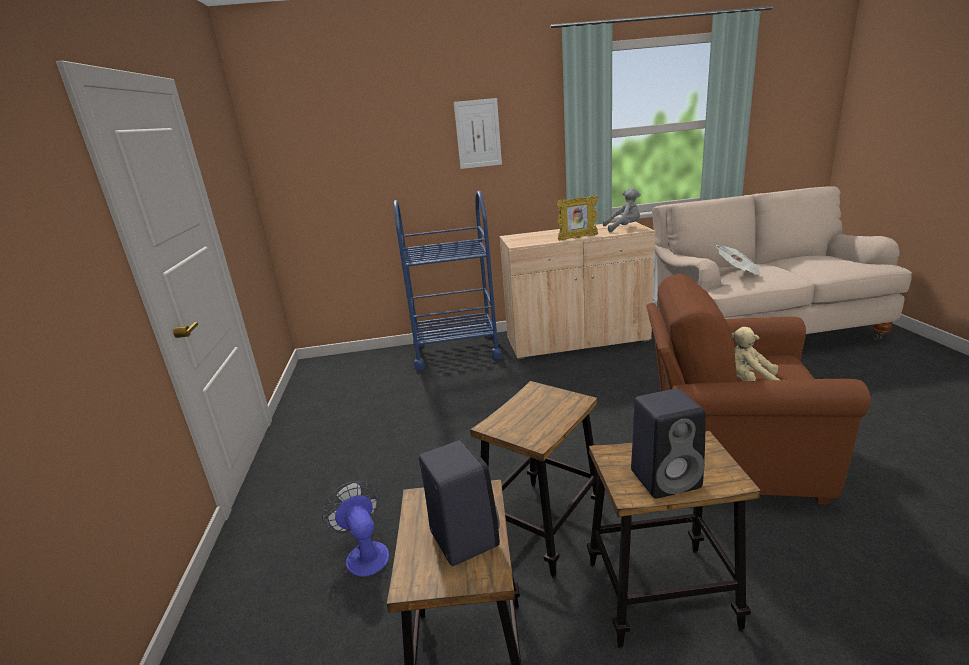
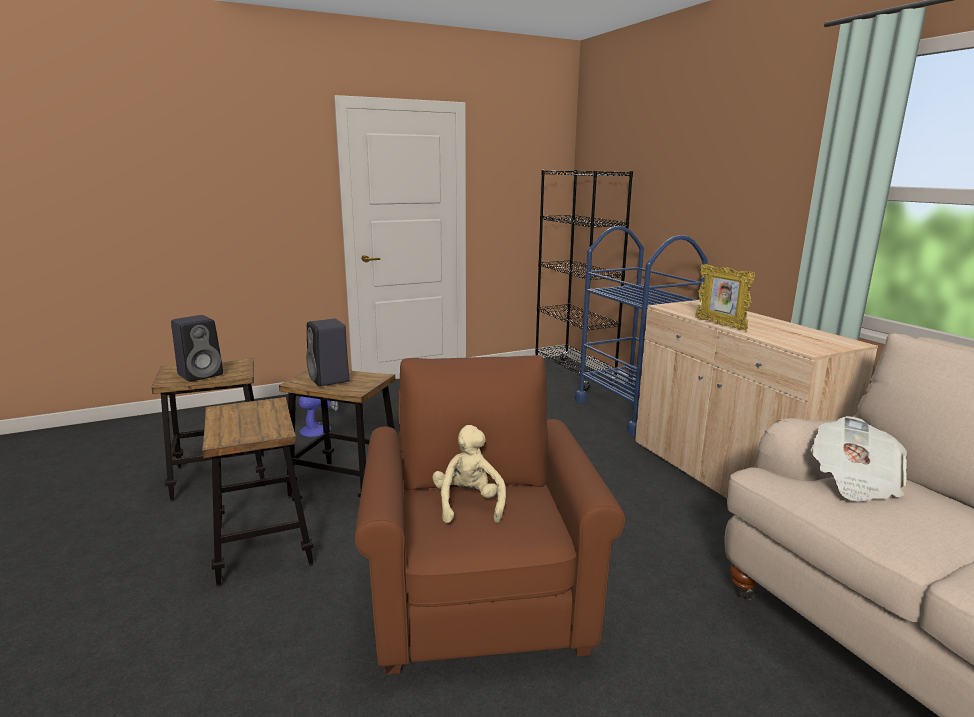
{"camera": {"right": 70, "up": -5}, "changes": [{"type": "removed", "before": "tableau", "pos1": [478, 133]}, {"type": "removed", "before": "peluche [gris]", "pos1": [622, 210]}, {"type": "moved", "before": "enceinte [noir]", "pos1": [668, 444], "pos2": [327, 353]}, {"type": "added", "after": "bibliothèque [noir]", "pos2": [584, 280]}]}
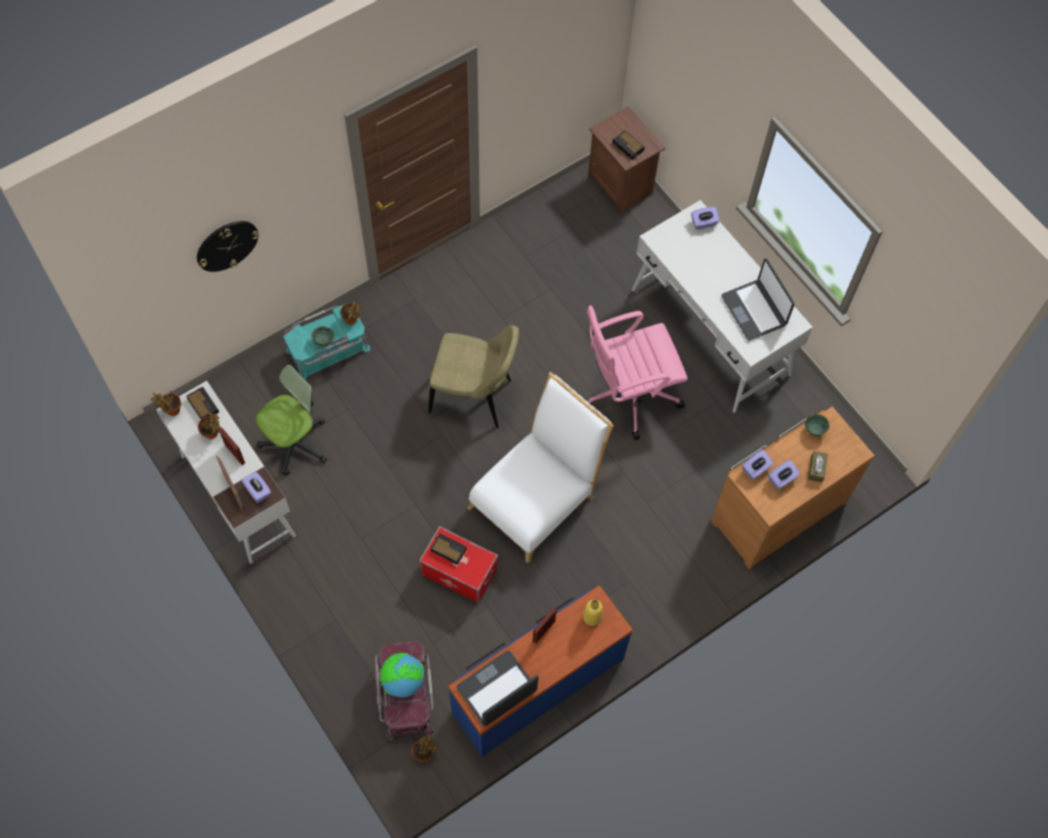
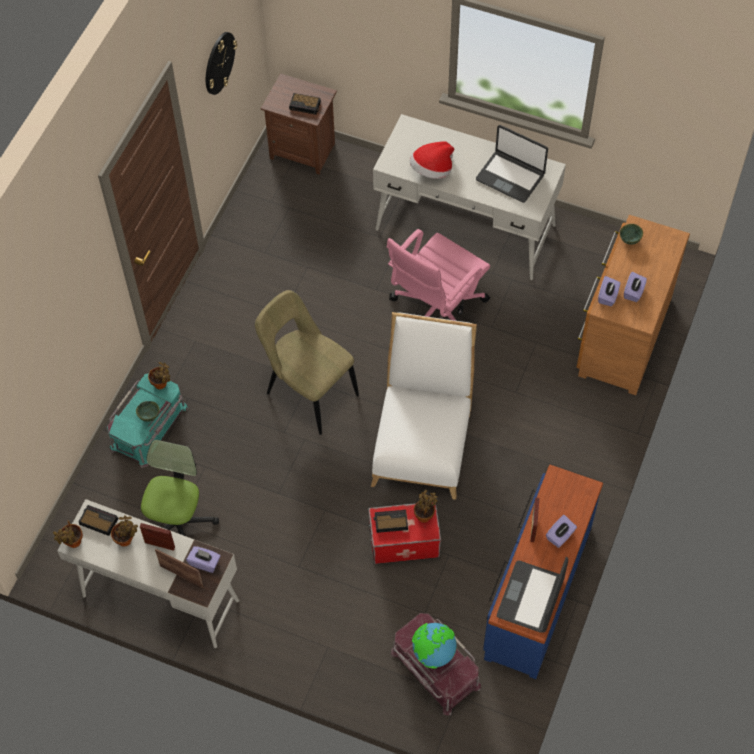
{"camera": {"right": -30, "up": -5}, "changes": [{"type": "moved", "before": "boîte à mouchoirs [violet]", "pos1": [705, 218], "pos2": [561, 531]}, {"type": "moved", "before": "horloge murale", "pos1": [228, 246], "pos2": [221, 63]}, {"type": "turned", "before": "chaise [beige]", "pos1": [473, 376], "pos2": [307, 362], "turn": -120}, {"type": "removed", "before": "boîte à mouchoirs [marron]", "pos1": [818, 466]}, {"type": "removed", "before": "bouteille [jaune]", "pos1": [593, 613]}, {"type": "moved", "before": "plante en pot", "pos1": [425, 749], "pos2": [426, 506]}, {"type": "added", "after": "chapeau", "pos2": [432, 160]}]}
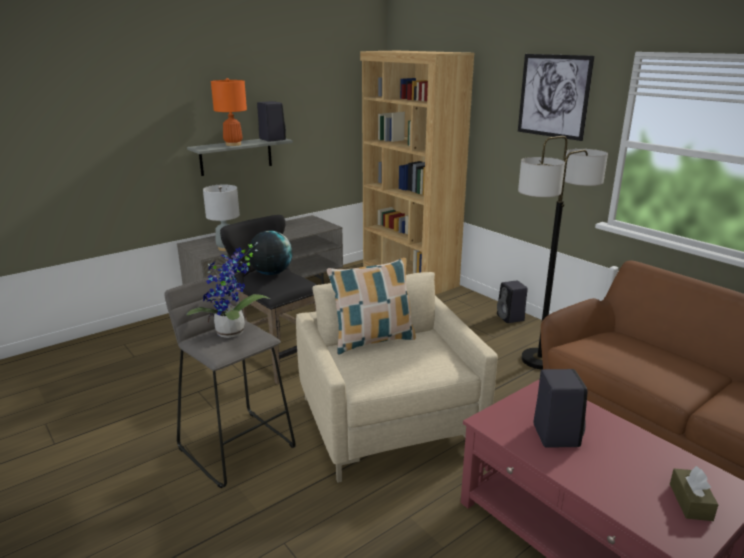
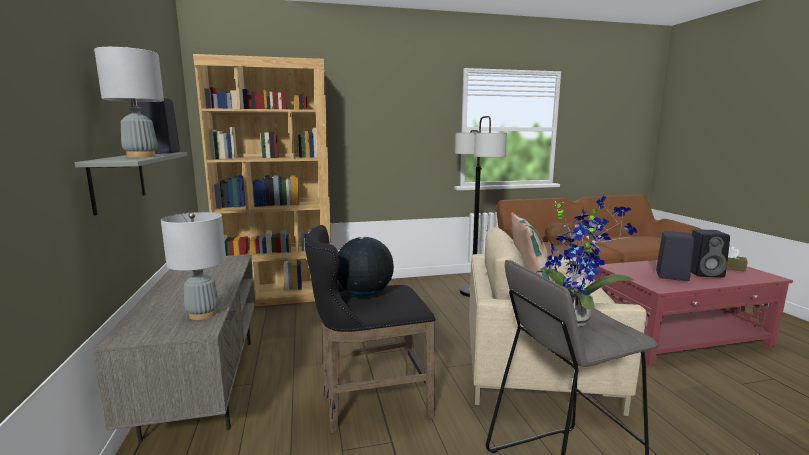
{"camera": {"right": -65, "up": -10}, "changes": [{"type": "removed", "before": "tableau", "pos1": [556, 97]}, {"type": "recoloured", "before": "lampe de table [orange]", "after": "lampe de table [gris]", "pos1": [229, 112], "pos2": [129, 102]}, {"type": "moved", "before": "enceinte [noir]", "pos1": [512, 301], "pos2": [710, 253]}, {"type": "added", "after": "peluche [marron]", "pos2": [560, 234]}]}
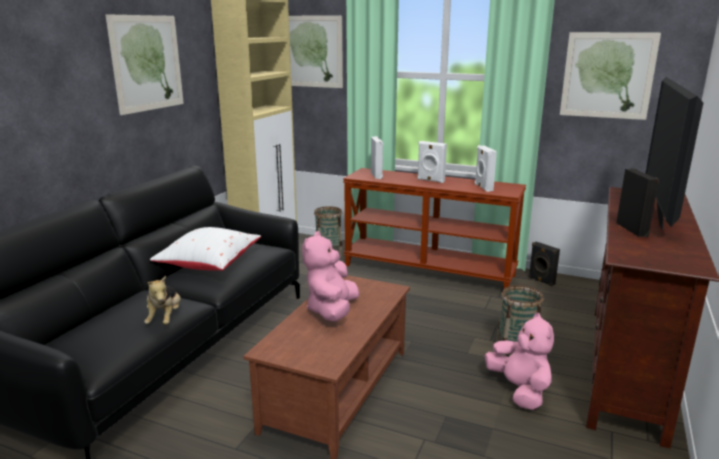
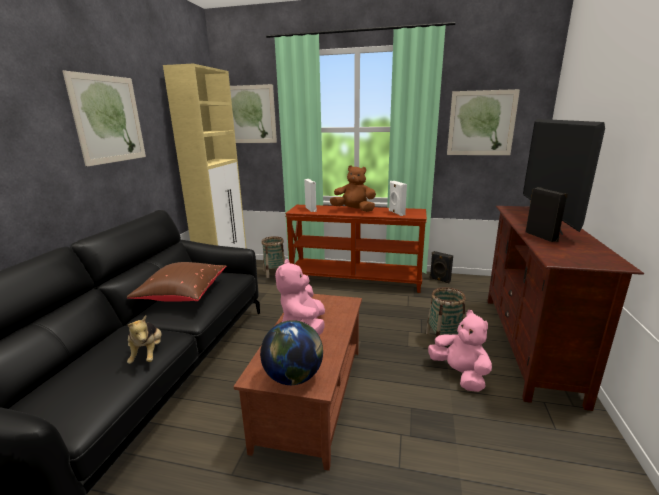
{"camera": {"right": -10, "up": 0}, "changes": [{"type": "replaced", "before": "enceinte [blanc]", "after": "peluche [marron]", "pos1": [432, 162], "pos2": [353, 188]}, {"type": "recoloured", "before": "coussin [blanc]", "after": "coussin [marron]", "pos1": [205, 249], "pos2": [176, 282]}, {"type": "added", "after": "globe", "pos2": [291, 352]}]}
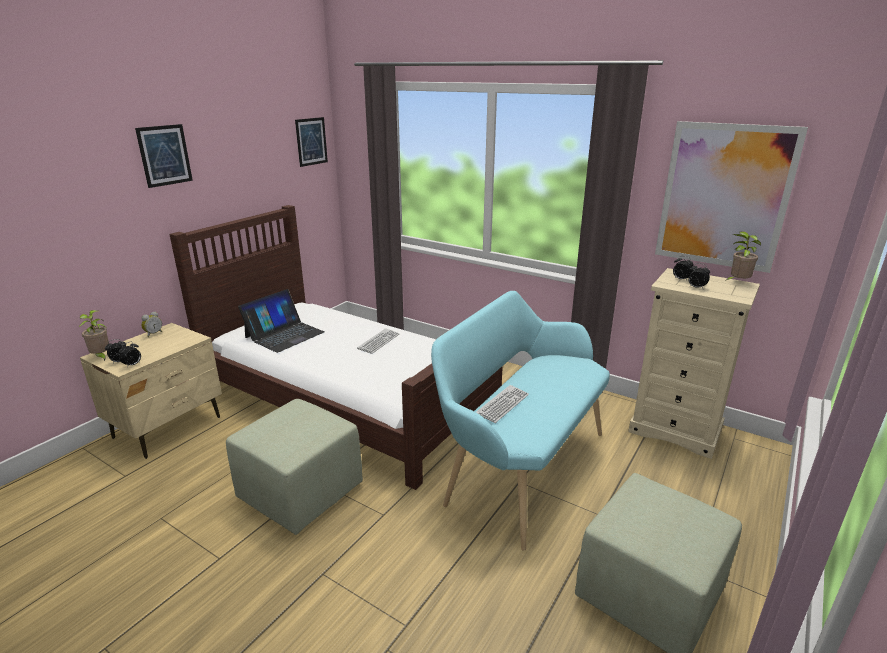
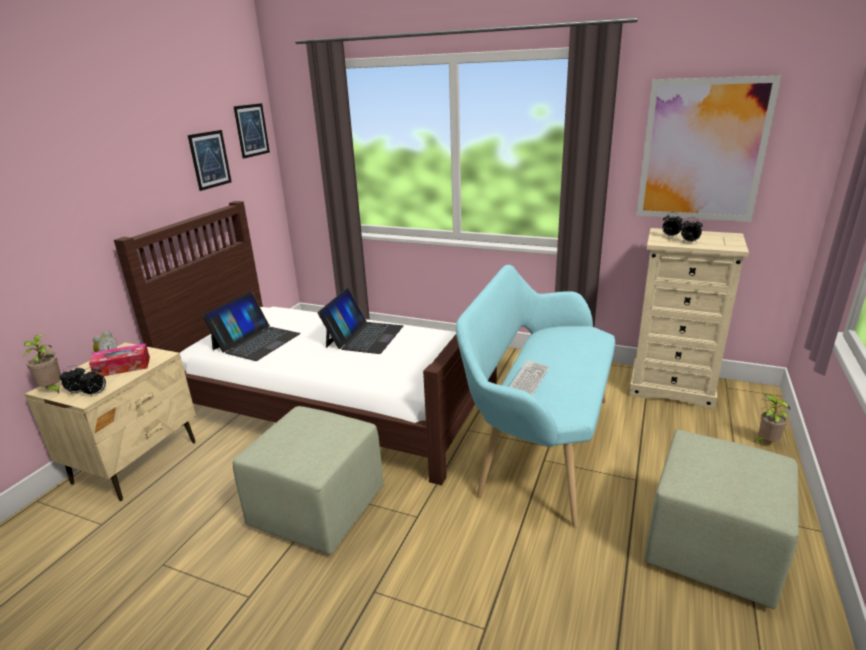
{"camera": {"right": -10, "up": 0}, "changes": [{"type": "moved", "before": "tableau", "pos1": [164, 156], "pos2": [210, 160]}, {"type": "moved", "before": "plante en pot", "pos1": [743, 256], "pos2": [771, 418]}, {"type": "replaced", "before": "clavier", "after": "ordinateur portable", "pos1": [378, 341], "pos2": [360, 321]}, {"type": "added", "after": "boîte à mouchoirs", "pos2": [119, 359]}]}
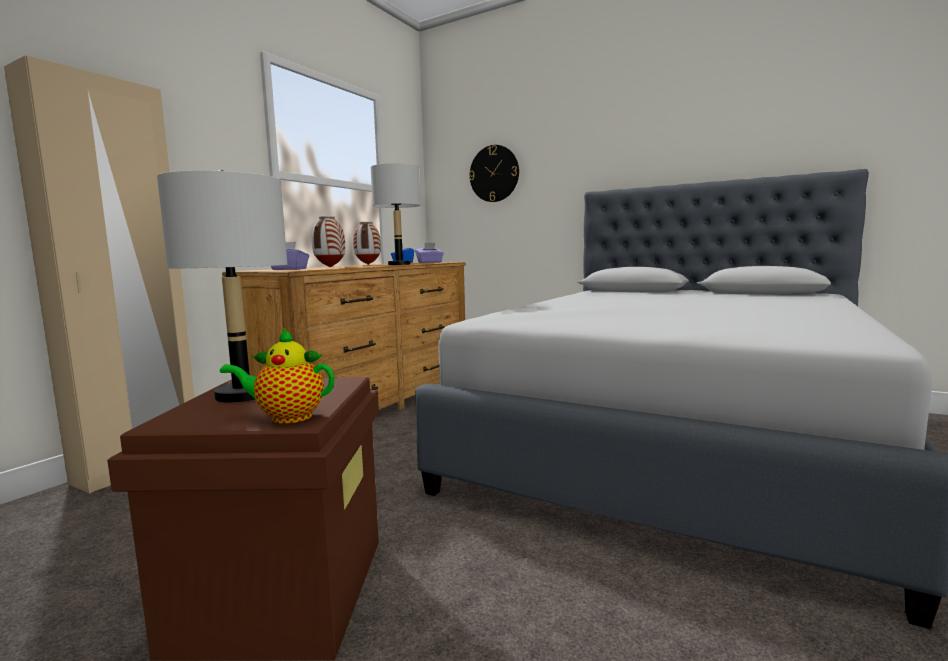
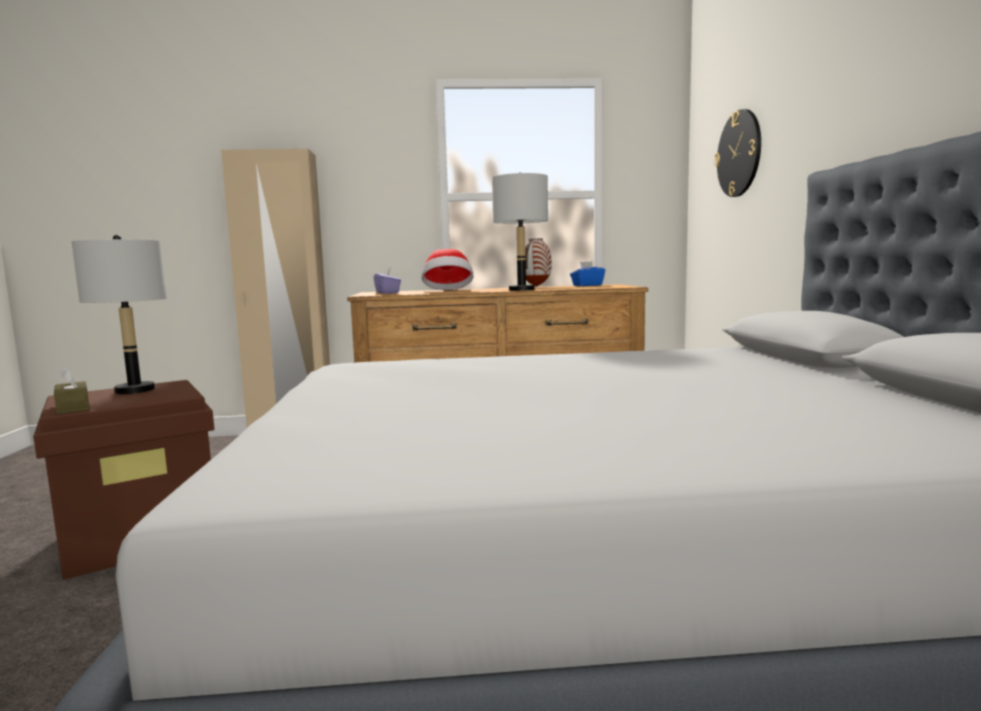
{"camera": {"right": 55, "up": 0}, "changes": [{"type": "replaced", "before": "vase", "after": "chapeau", "pos1": [328, 241], "pos2": [447, 269]}, {"type": "removed", "before": "boîte à mouchoirs [violet]", "pos1": [429, 253]}, {"type": "replaced", "before": "théière", "after": "boîte à mouchoirs [marron]", "pos1": [277, 375], "pos2": [72, 390]}]}
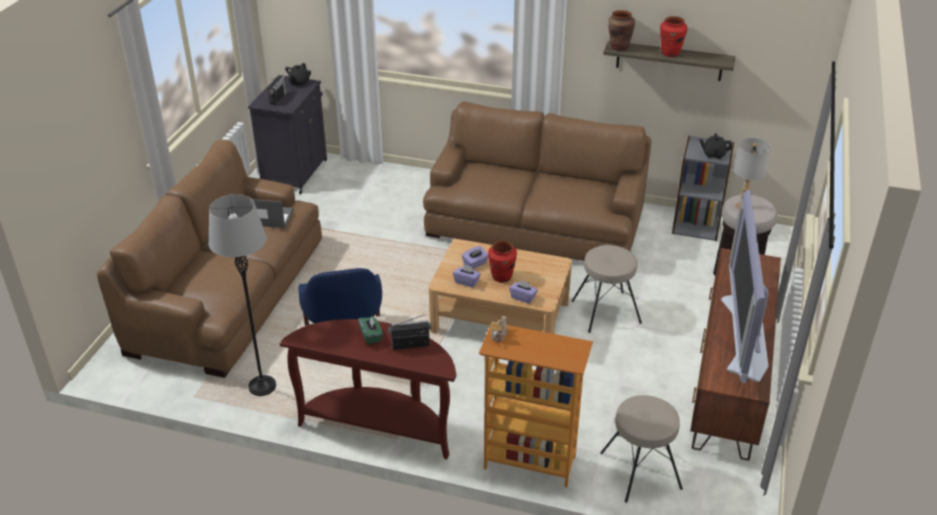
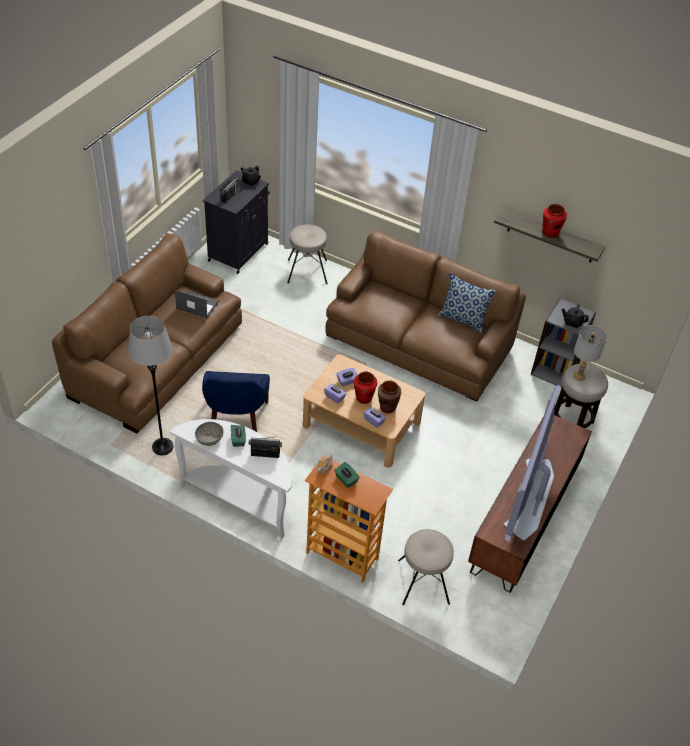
{"camera": {"right": 10, "up": 10}, "changes": [{"type": "moved", "before": "vase [marron]", "pos1": [621, 30], "pos2": [389, 396]}, {"type": "moved", "before": "tabouret [beige]", "pos1": [607, 289], "pos2": [307, 254]}, {"type": "recoloured", "before": "table console [marron]", "after": "table console [blanc]", "pos1": [368, 389], "pos2": [231, 479]}, {"type": "added", "after": "coussin", "pos2": [467, 303]}, {"type": "added", "after": "bol [gris]", "pos2": [209, 434]}, {"type": "added", "after": "boîte à mouchoirs [vert]", "pos2": [346, 475]}]}
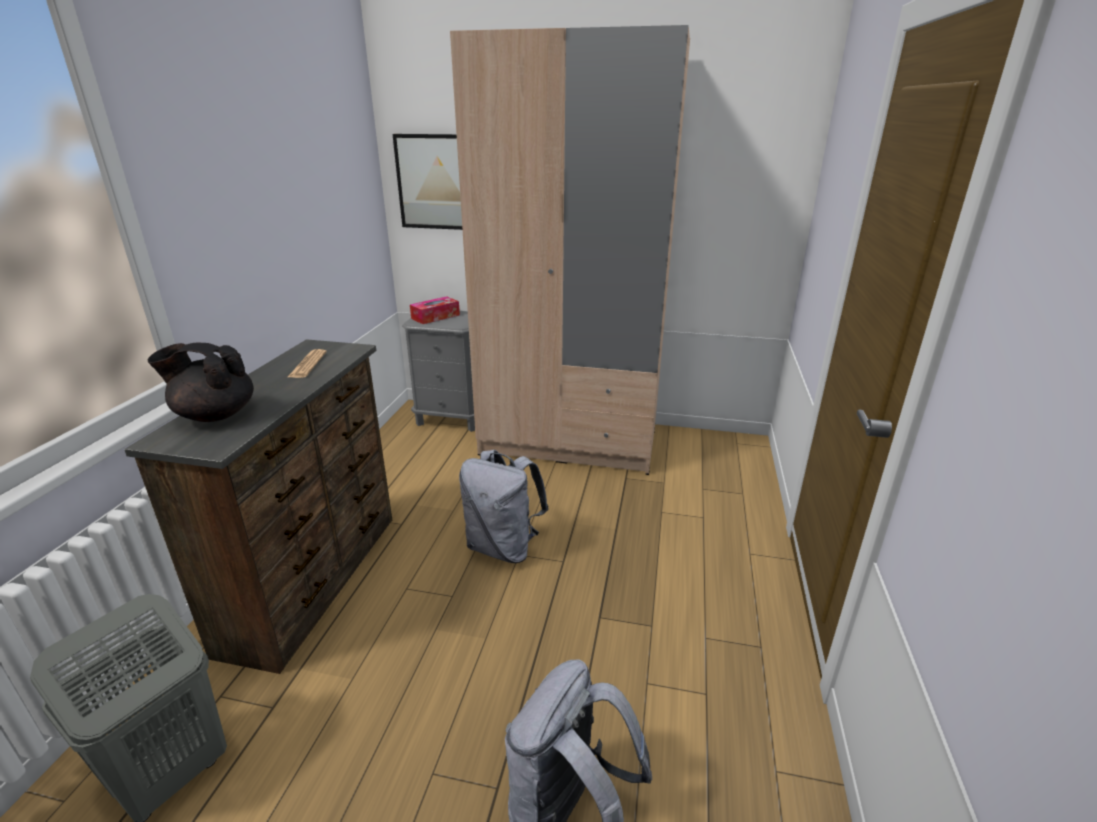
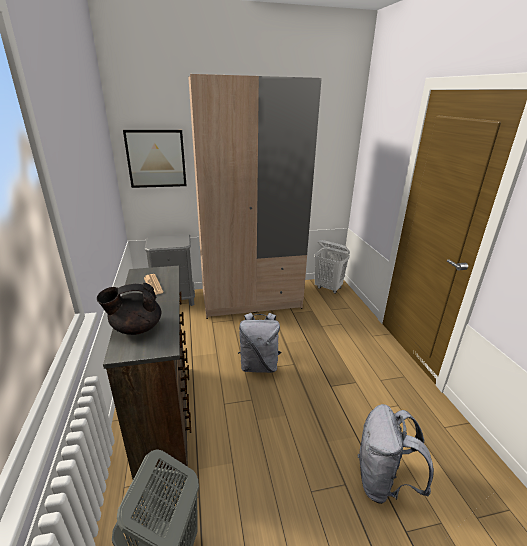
{"camera": {"right": -25, "up": 0}, "changes": [{"type": "removed", "before": "boîte à mouchoirs", "pos1": [435, 310]}, {"type": "added", "after": "panier à linge [blanc]", "pos2": [332, 267]}]}
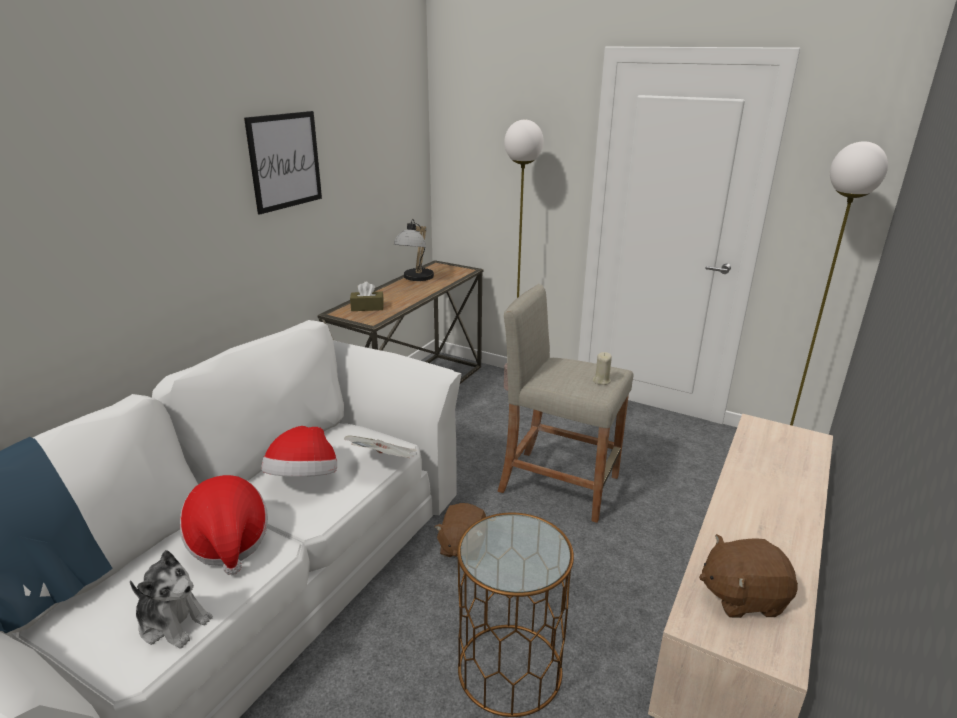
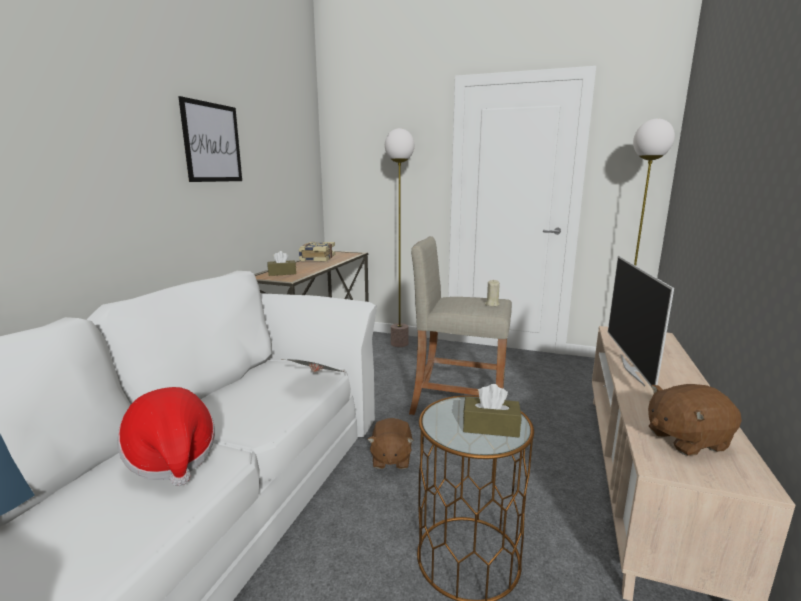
{"camera": {"right": -10, "up": -10}, "changes": [{"type": "replaced", "before": "lampe de table", "after": "livre", "pos1": [414, 250], "pos2": [316, 251]}, {"type": "removed", "before": "chapeau", "pos1": [299, 451]}, {"type": "removed", "before": "peluche", "pos1": [171, 599]}, {"type": "added", "after": "téléviseur", "pos2": [641, 321]}, {"type": "added", "after": "boîte à mouchoirs [marron]", "pos2": [492, 410]}]}
